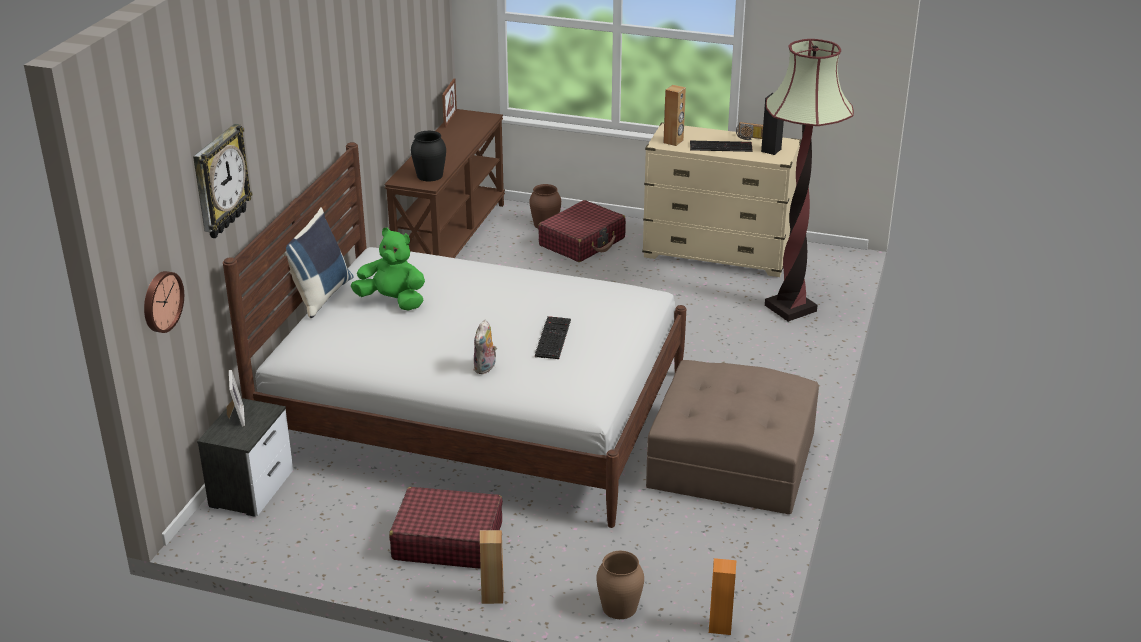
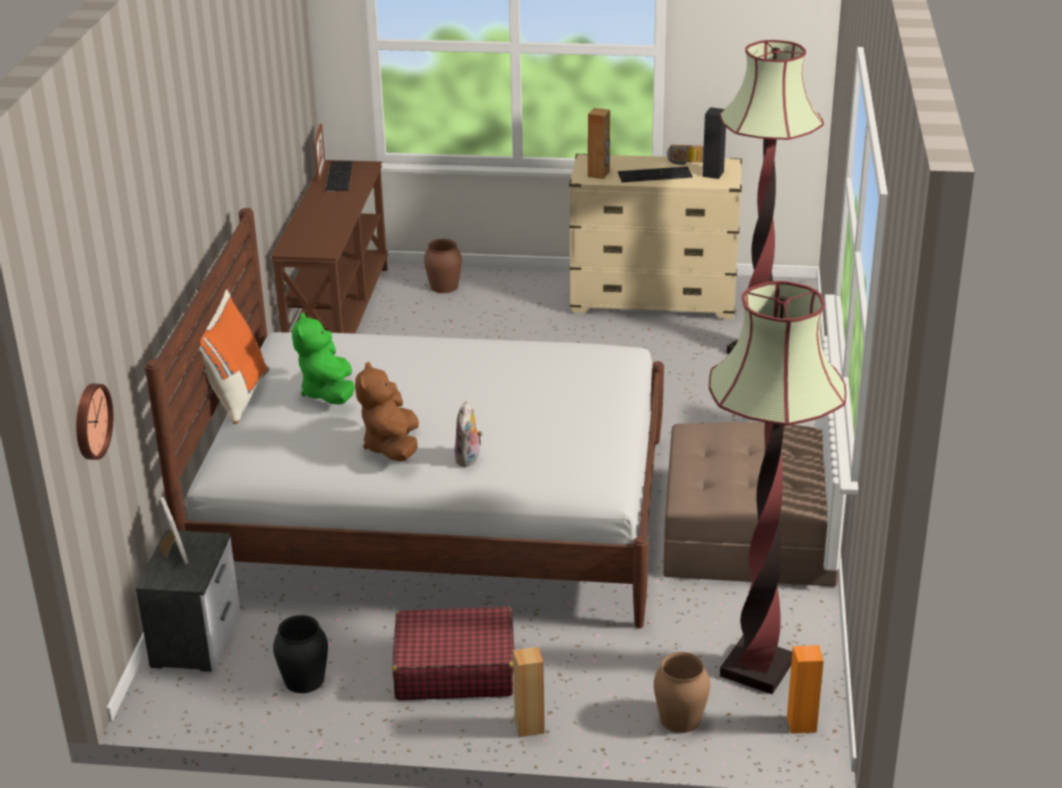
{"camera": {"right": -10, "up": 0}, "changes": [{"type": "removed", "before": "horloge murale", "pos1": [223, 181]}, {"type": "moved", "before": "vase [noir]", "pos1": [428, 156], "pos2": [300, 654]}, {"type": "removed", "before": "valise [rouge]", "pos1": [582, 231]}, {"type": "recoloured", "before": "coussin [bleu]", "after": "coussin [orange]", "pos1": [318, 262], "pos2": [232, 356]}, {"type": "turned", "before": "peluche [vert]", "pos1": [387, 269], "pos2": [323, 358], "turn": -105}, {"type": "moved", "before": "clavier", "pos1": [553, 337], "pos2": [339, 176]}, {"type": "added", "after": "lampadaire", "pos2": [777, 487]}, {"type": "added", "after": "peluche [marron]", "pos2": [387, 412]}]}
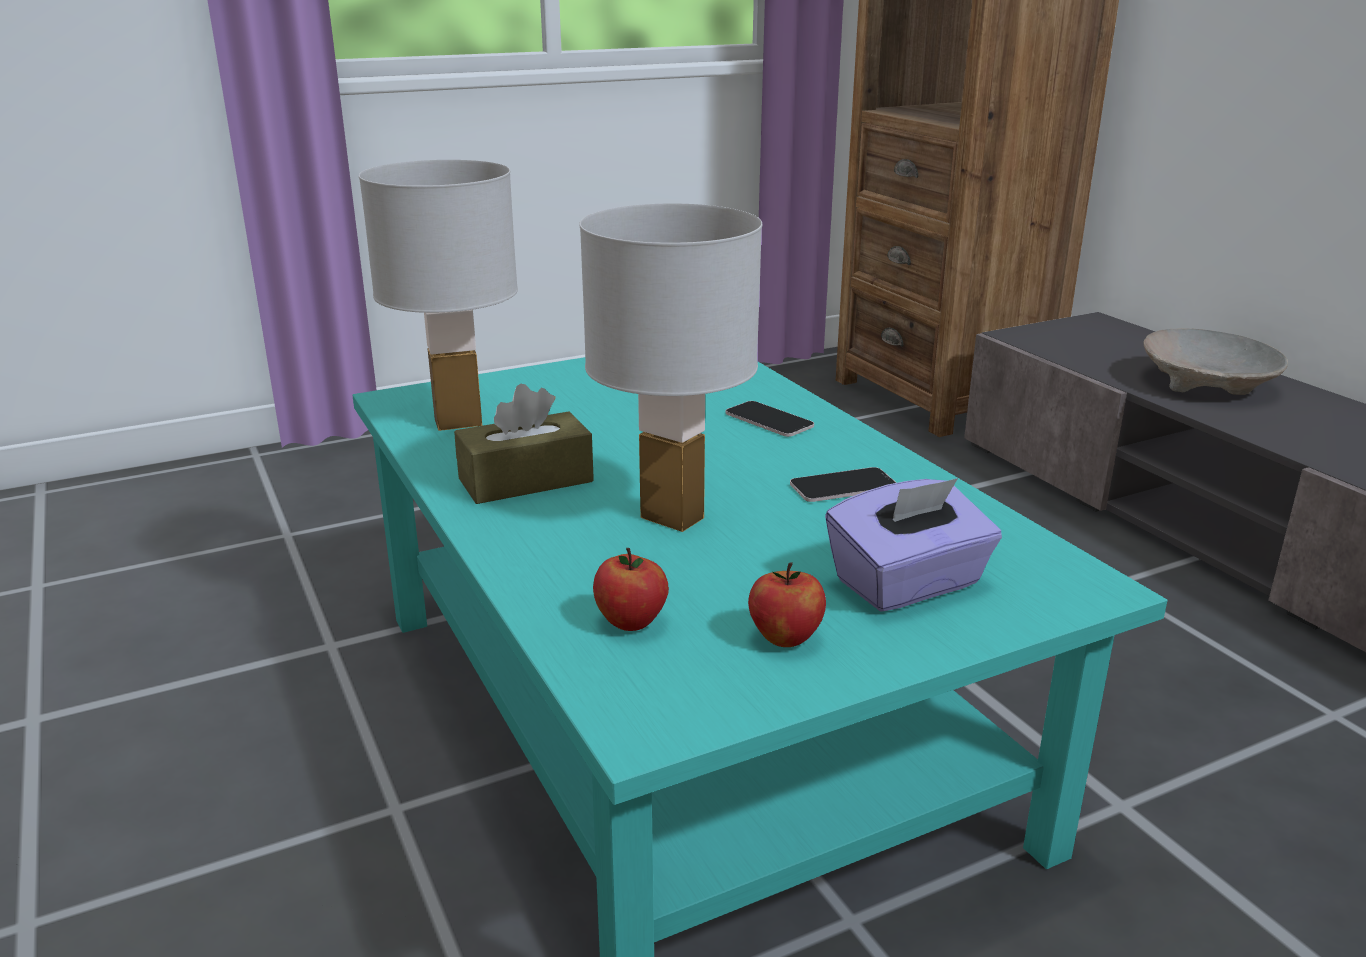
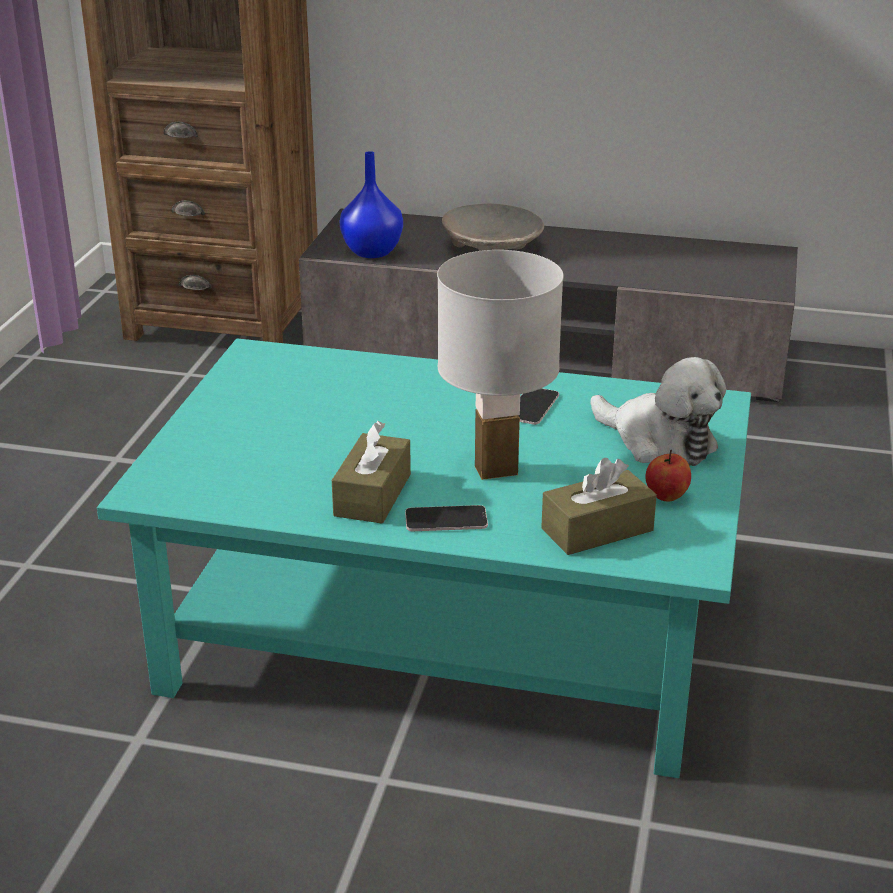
{"camera": {"right": -50, "up": 5}, "changes": [{"type": "removed", "before": "lampe de table [blanc]", "pos1": [438, 295]}, {"type": "moved", "before": "téléphone", "pos1": [770, 419], "pos2": [446, 518]}, {"type": "replaced", "before": "boîte à mouchoirs [violet]", "after": "peluche", "pos1": [913, 545], "pos2": [658, 411]}, {"type": "replaced", "before": "pomme", "after": "boîte à mouchoirs [marron]", "pos1": [631, 589], "pos2": [599, 506]}, {"type": "added", "after": "vase [bleu]", "pos2": [371, 204]}]}
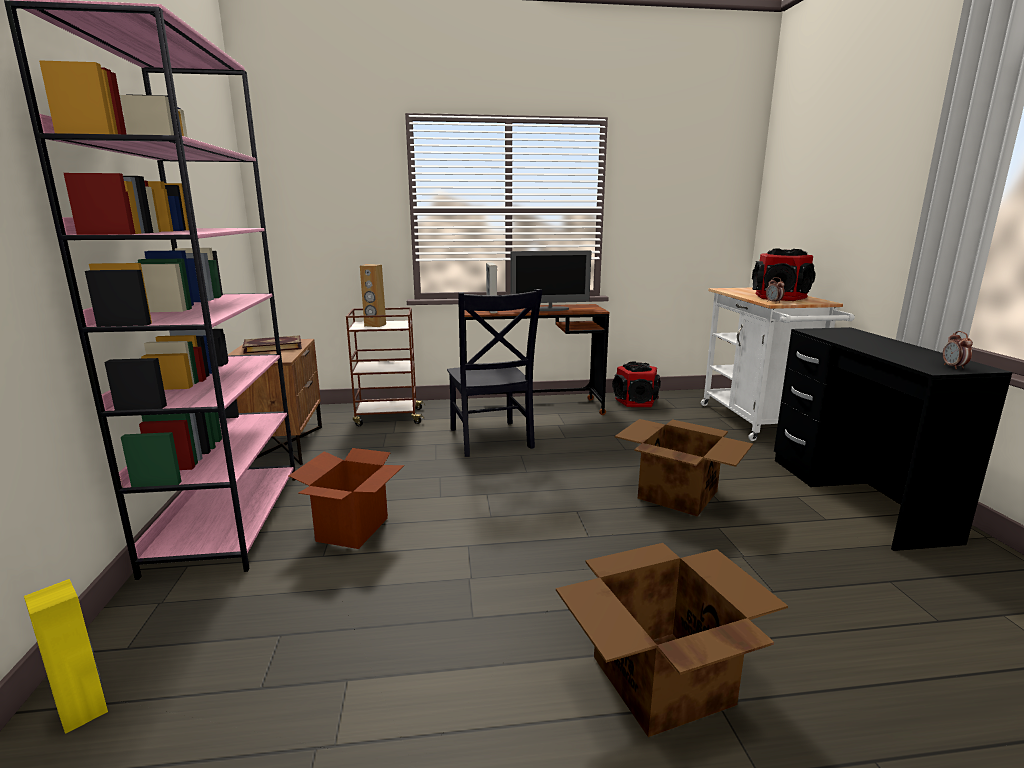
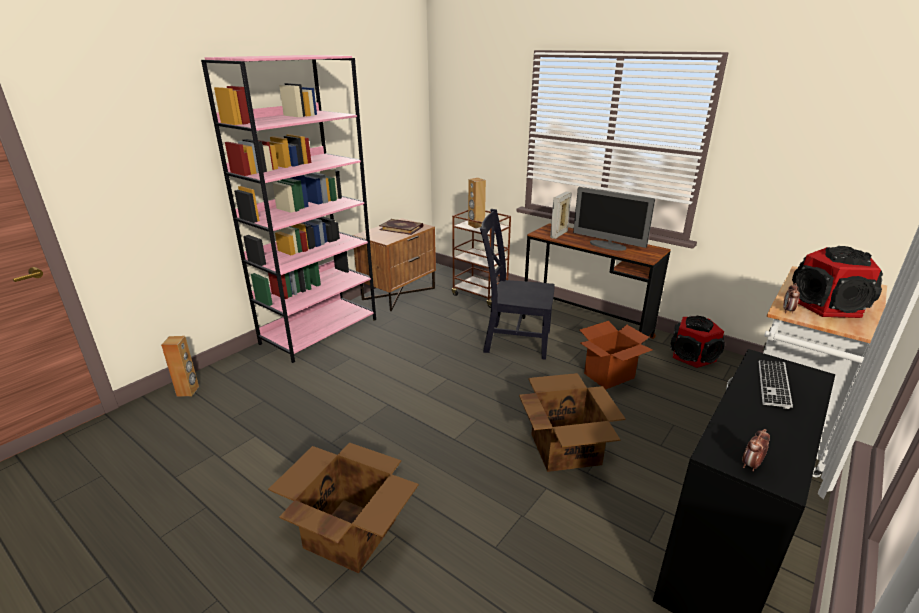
{"camera": {"right": 45, "up": 10}, "changes": [{"type": "turned", "before": "chaise [noir]", "pos1": [495, 373], "pos2": [517, 284], "turn": 75}, {"type": "moved", "before": "carton", "pos1": [346, 498], "pos2": [616, 355]}, {"type": "recoloured", "before": "enceinte [jaune]", "after": "enceinte [marron]", "pos1": [66, 656], "pos2": [180, 366]}, {"type": "added", "after": "clavier", "pos2": [776, 385]}]}
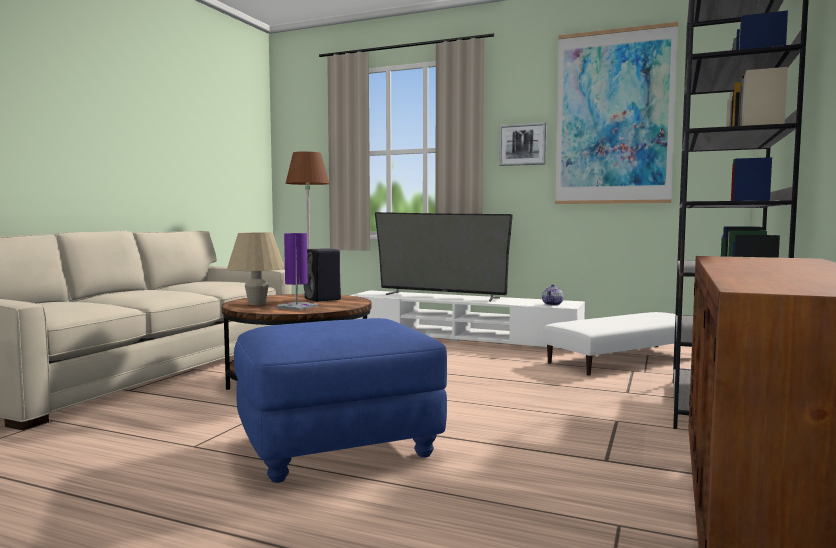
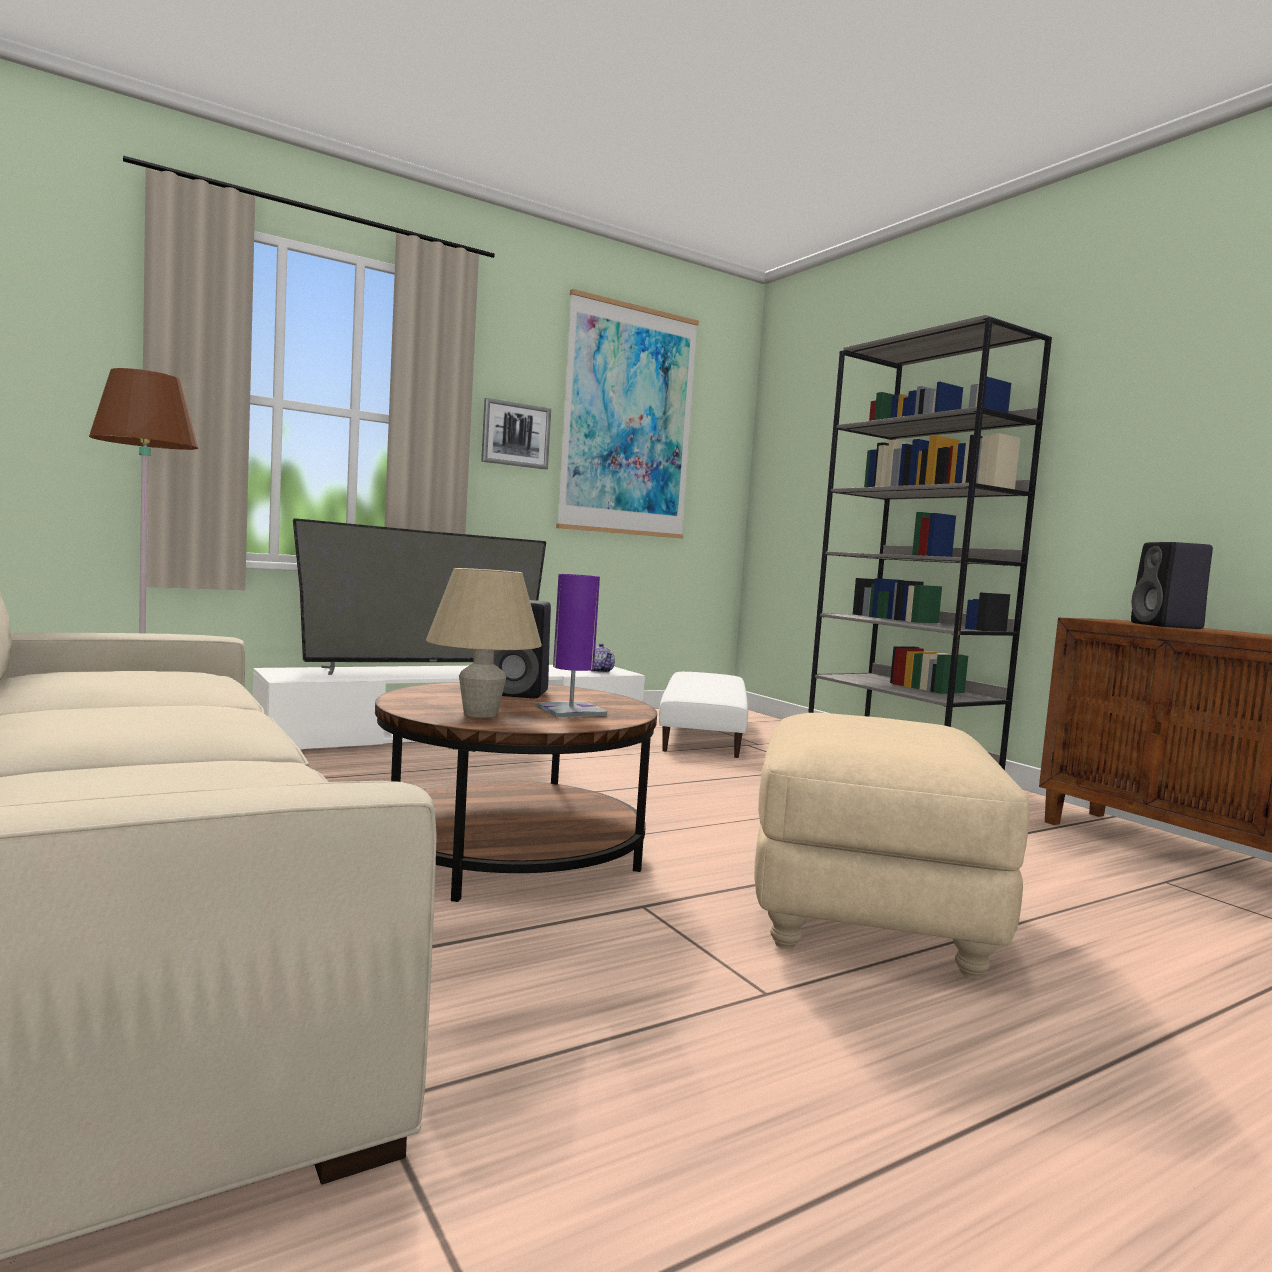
{"camera": {"right": -55, "up": 0}, "changes": [{"type": "recoloured", "before": "pouf [bleu]", "after": "pouf [beige]", "pos1": [340, 400], "pos2": [892, 845]}, {"type": "added", "after": "enceinte [noir]", "pos2": [1172, 585]}]}
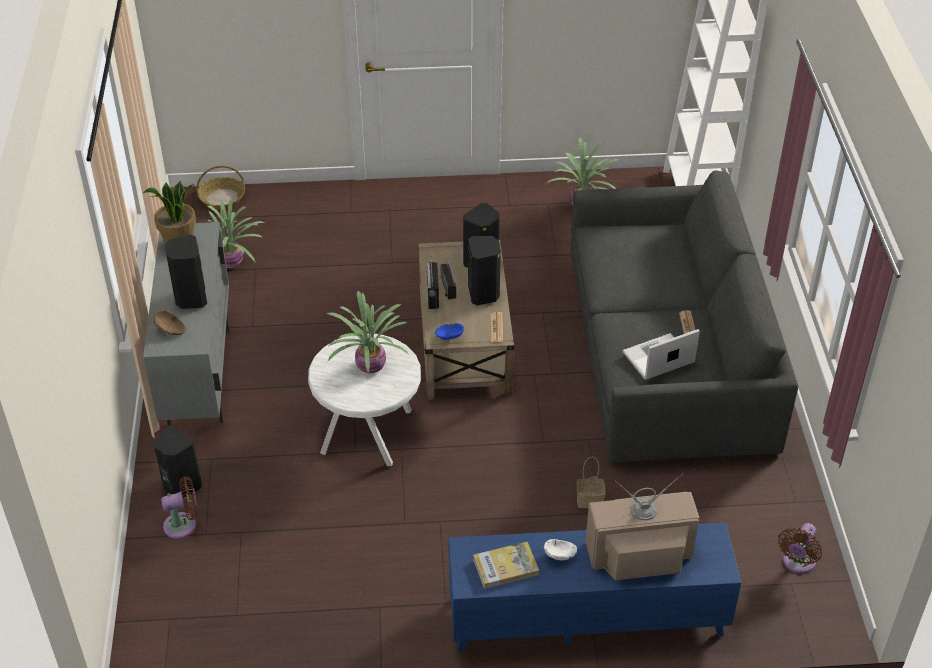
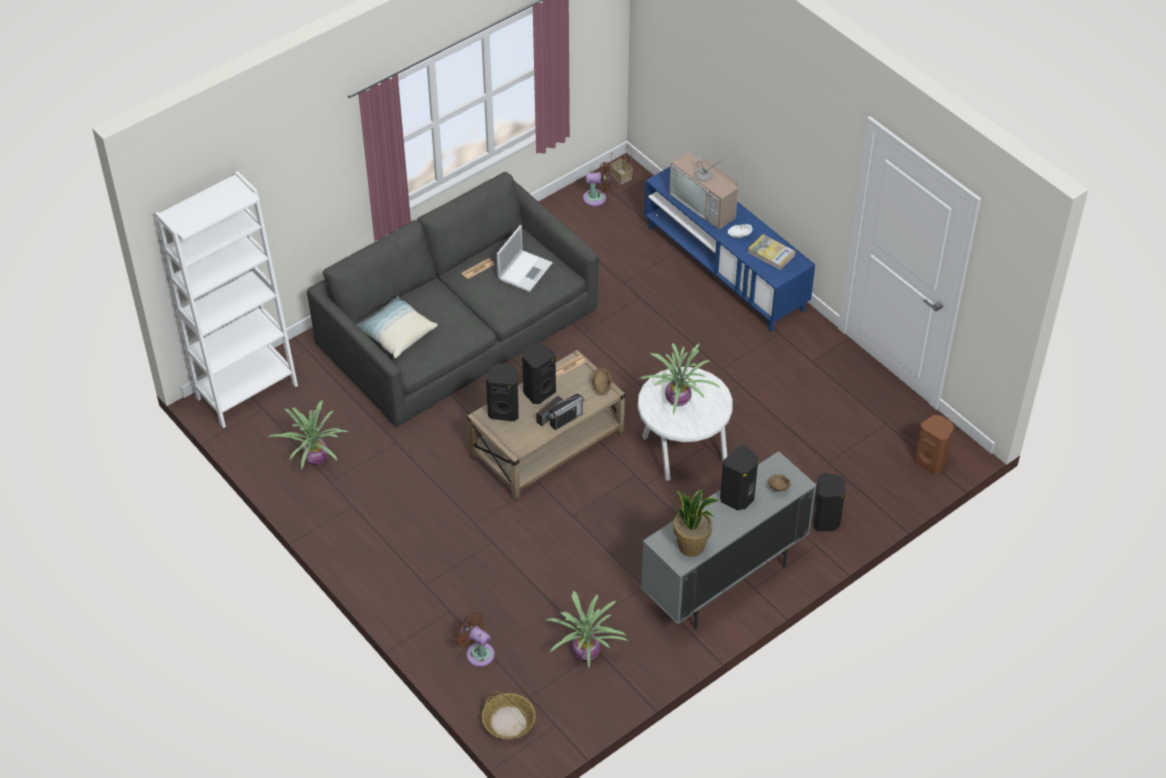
{"camera": {"right": -125, "up": 5}, "changes": [{"type": "recoloured", "before": "bol [bleu]", "after": "bol [marron]", "pos1": [449, 331], "pos2": [602, 381]}, {"type": "turned", "before": "ordinateur portable", "pos1": [661, 354], "pos2": [525, 258], "turn": -90}, {"type": "moved", "before": "panier", "pos1": [591, 482], "pos2": [621, 165]}, {"type": "moved", "before": "ventilateur [marron]", "pos1": [180, 508], "pos2": [475, 639]}, {"type": "added", "after": "coussin", "pos2": [397, 327]}, {"type": "added", "after": "enceinte [marron]", "pos2": [934, 445]}]}
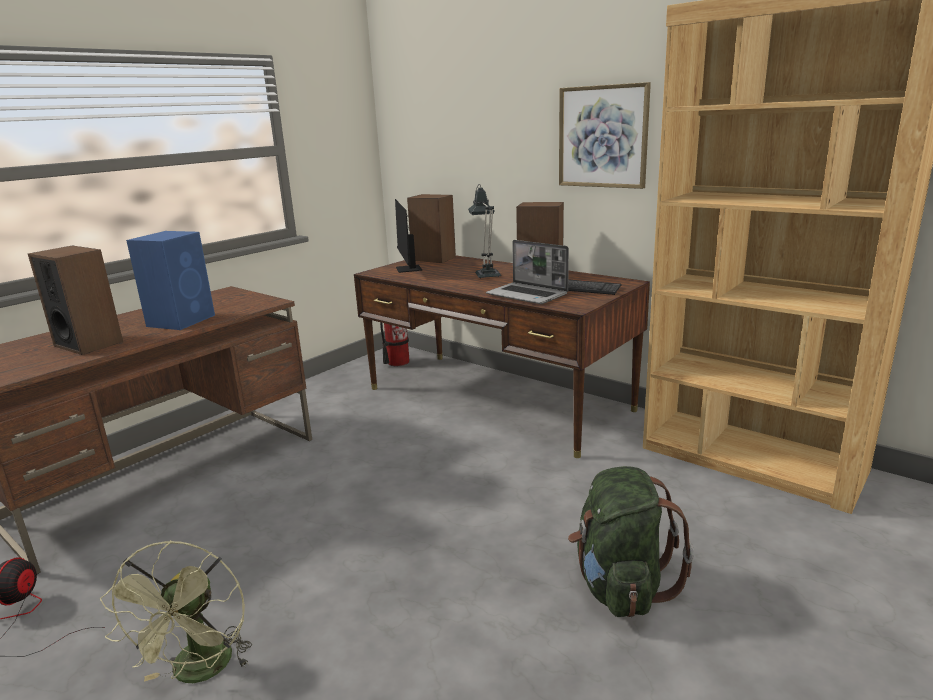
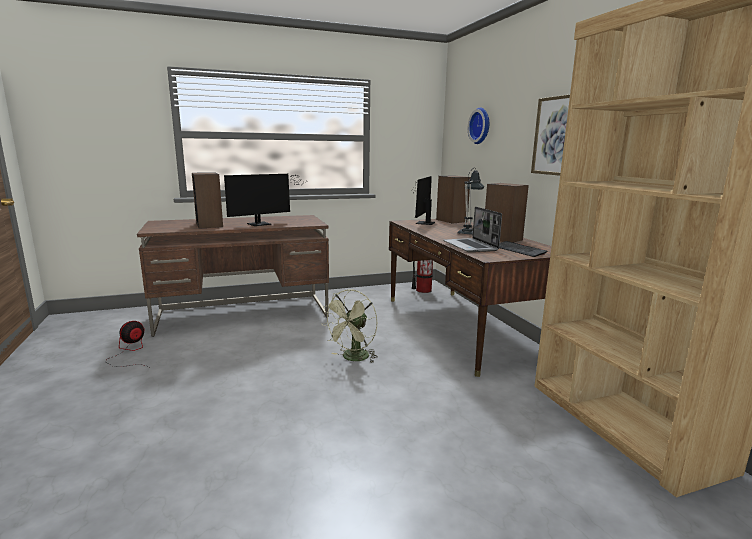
{"camera": {"right": 30, "up": -5}, "changes": [{"type": "replaced", "before": "enceinte [bleu]", "after": "écran d'ordinateur", "pos1": [170, 280], "pos2": [265, 200]}, {"type": "removed", "before": "sac à dos [vert]", "pos1": [631, 541]}, {"type": "moved", "before": "ventilateur [vert]", "pos1": [176, 611], "pos2": [350, 326]}, {"type": "added", "after": "horloge murale", "pos2": [478, 126]}]}
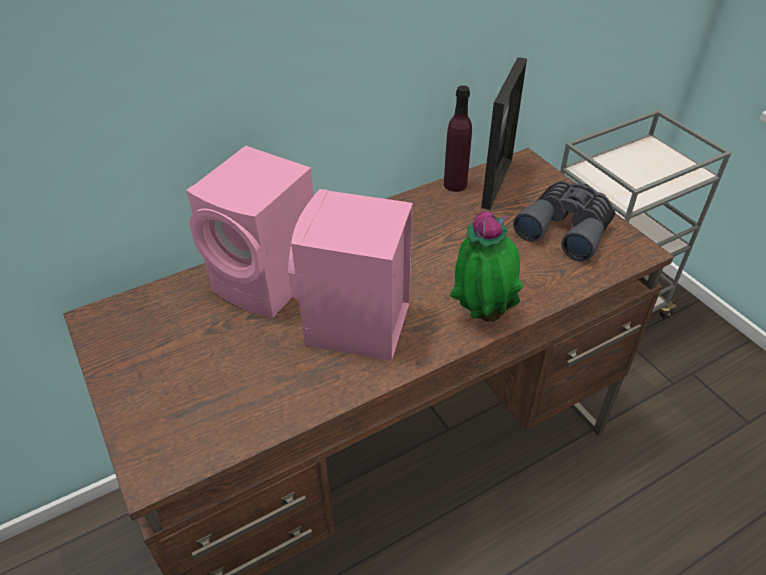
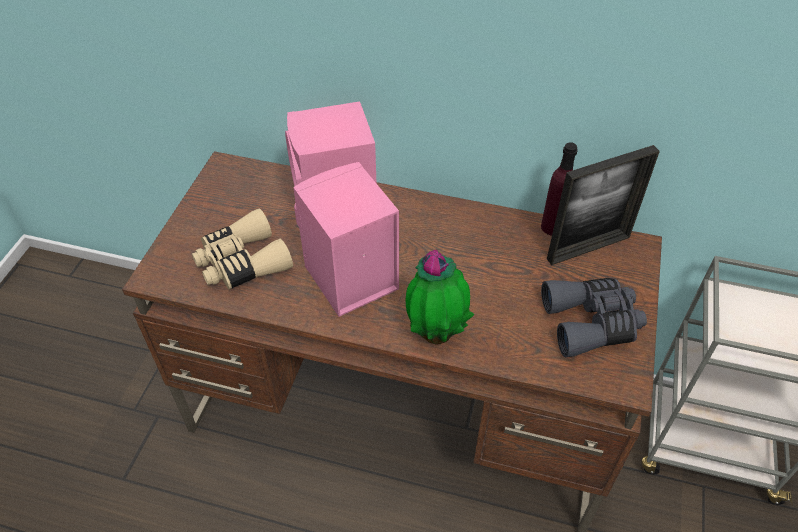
{"camera": {"right": 45, "up": 5}, "changes": [{"type": "added", "after": "jumelles [beige]", "pos2": [242, 249]}]}
